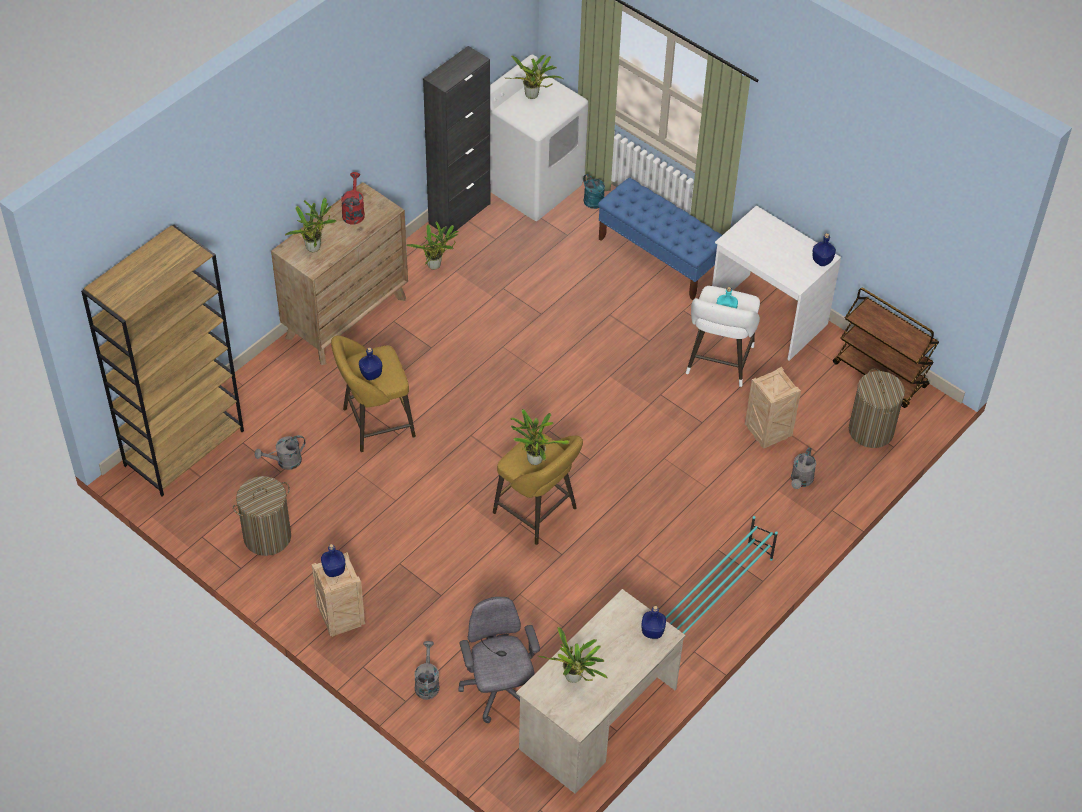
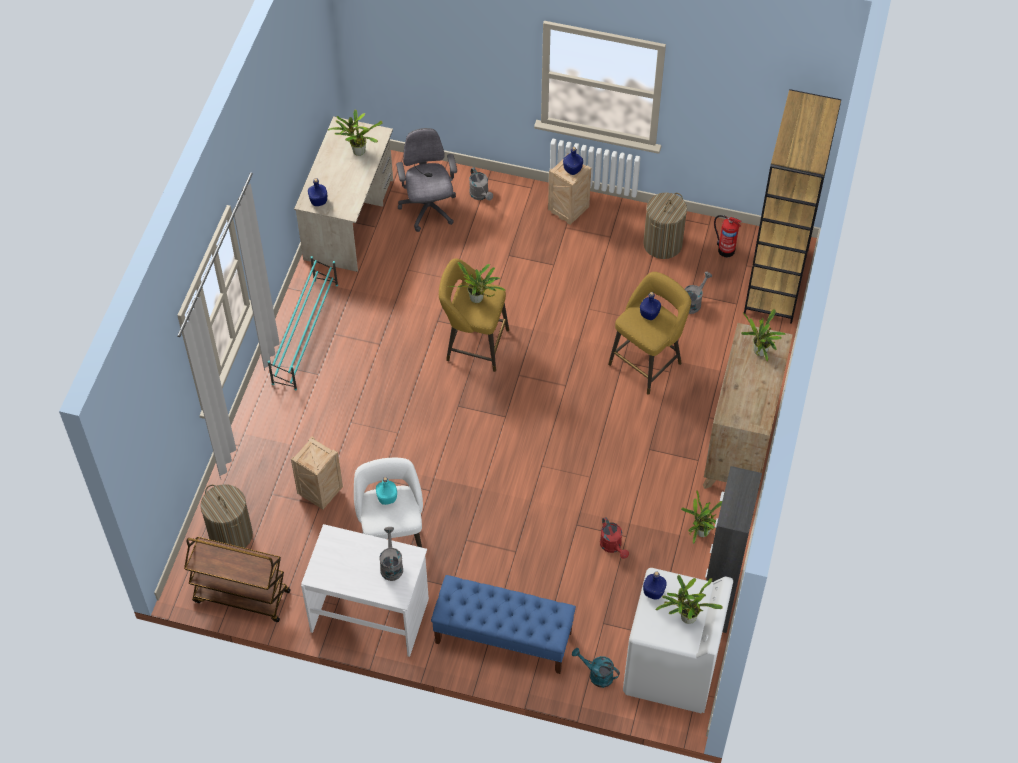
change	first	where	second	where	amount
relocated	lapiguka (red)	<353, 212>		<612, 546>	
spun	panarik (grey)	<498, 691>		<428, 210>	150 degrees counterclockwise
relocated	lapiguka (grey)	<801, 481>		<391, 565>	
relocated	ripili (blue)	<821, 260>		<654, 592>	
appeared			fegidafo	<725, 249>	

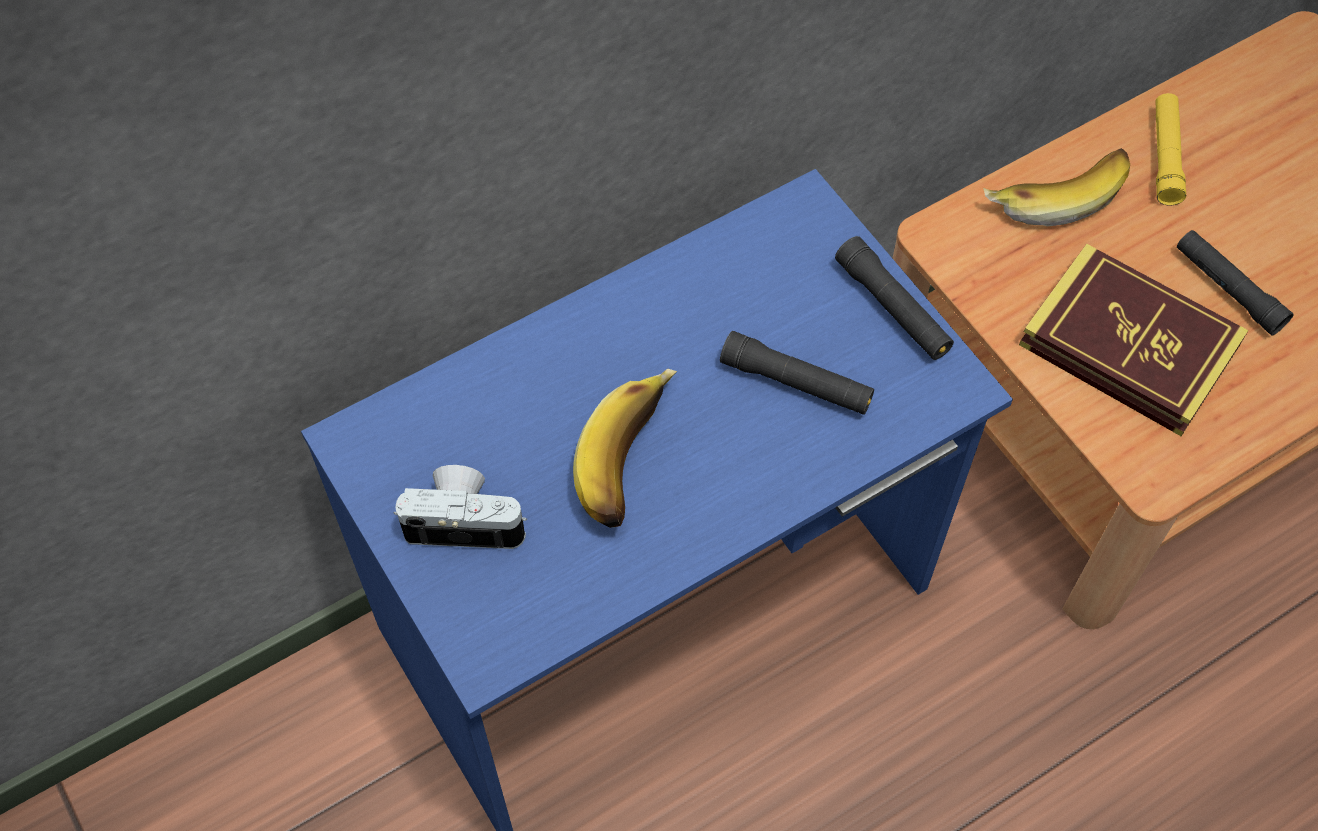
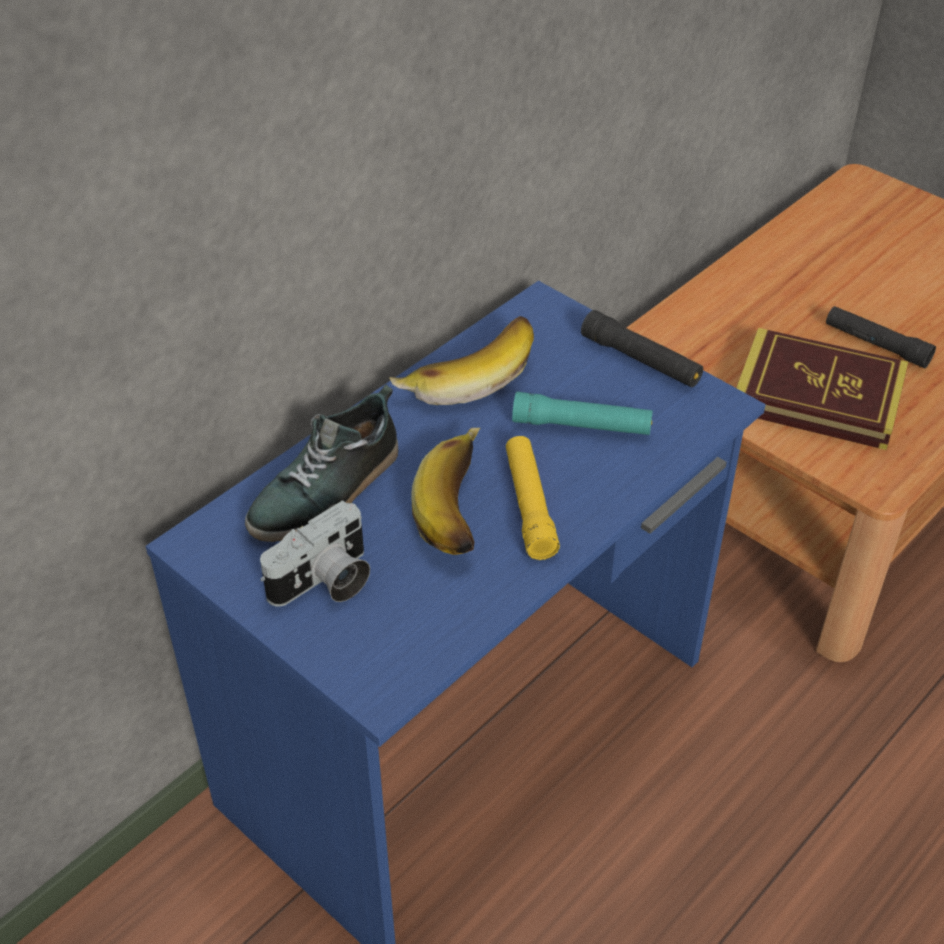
change	first	where	second	where	amount
spun	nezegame	<466, 520>		<325, 583>	150 degrees clockwise
colour	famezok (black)	<796, 383>	famezok (turquoise)	<582, 426>	
relocated	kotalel	<1054, 193>		<465, 375>	
relocated	famezok (yellow)	<1165, 156>		<529, 505>	
appeared			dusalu	<327, 490>	

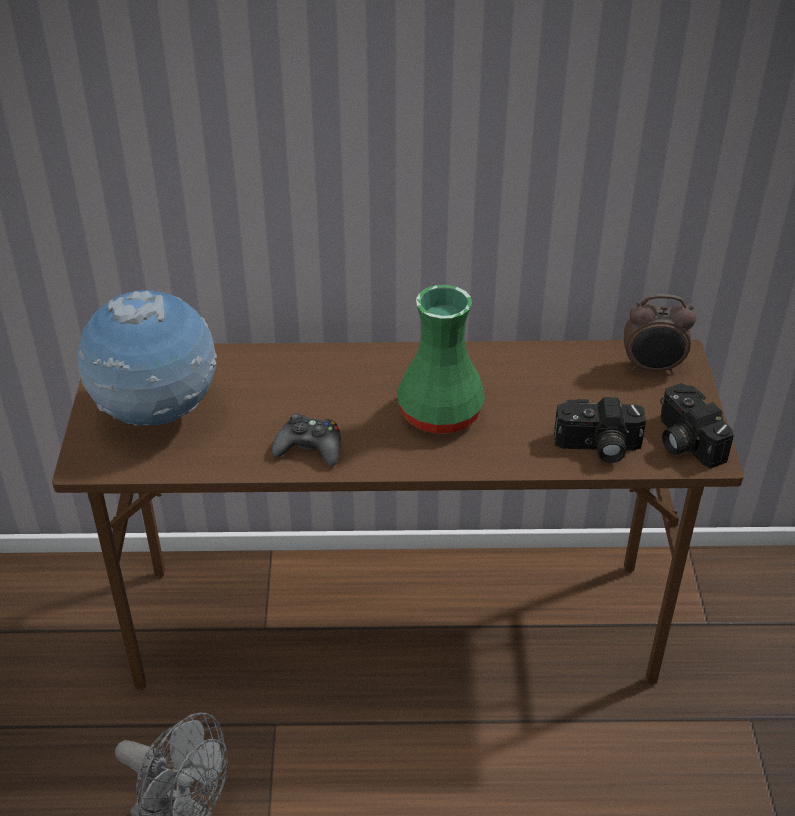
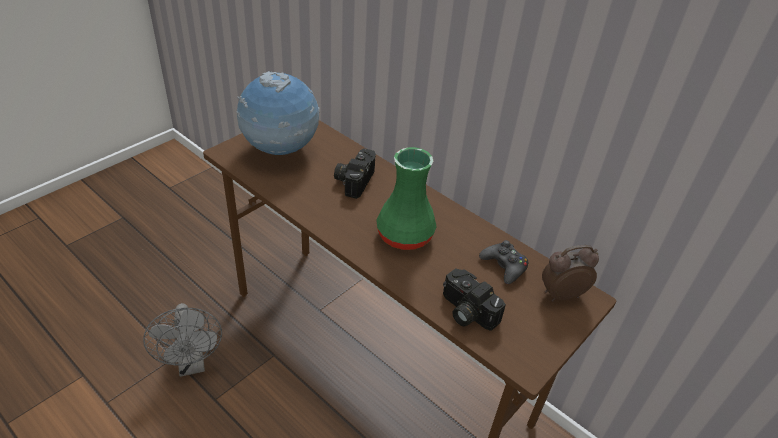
change	first	where	second	where	amount
relocated	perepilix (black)	<310, 448>		<504, 266>	
spun	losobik	<652, 368>		<560, 294>	120 degrees clockwise
relocated	nezegame	<684, 441>		<354, 180>	

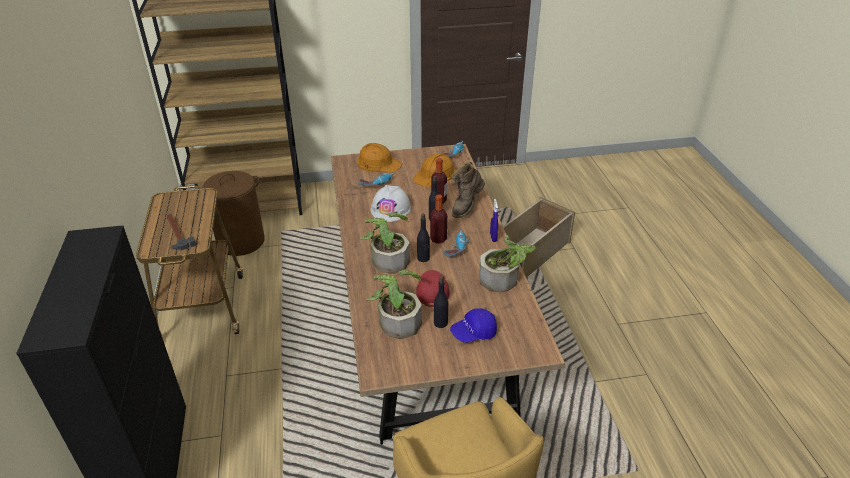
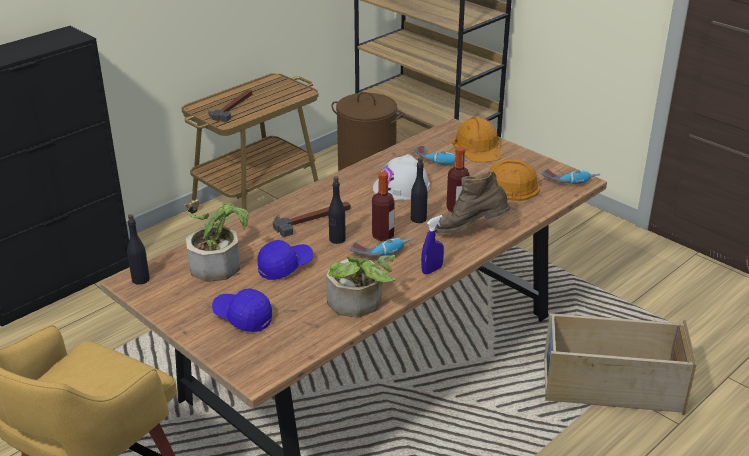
change	first	where	second	where	amount
exchanged	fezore	<388, 258>	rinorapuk	<312, 219>	
colour	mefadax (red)	<432, 292>	mefadax (blue)	<285, 266>	
relocated	ripili (black)	<440, 323>		<141, 279>	

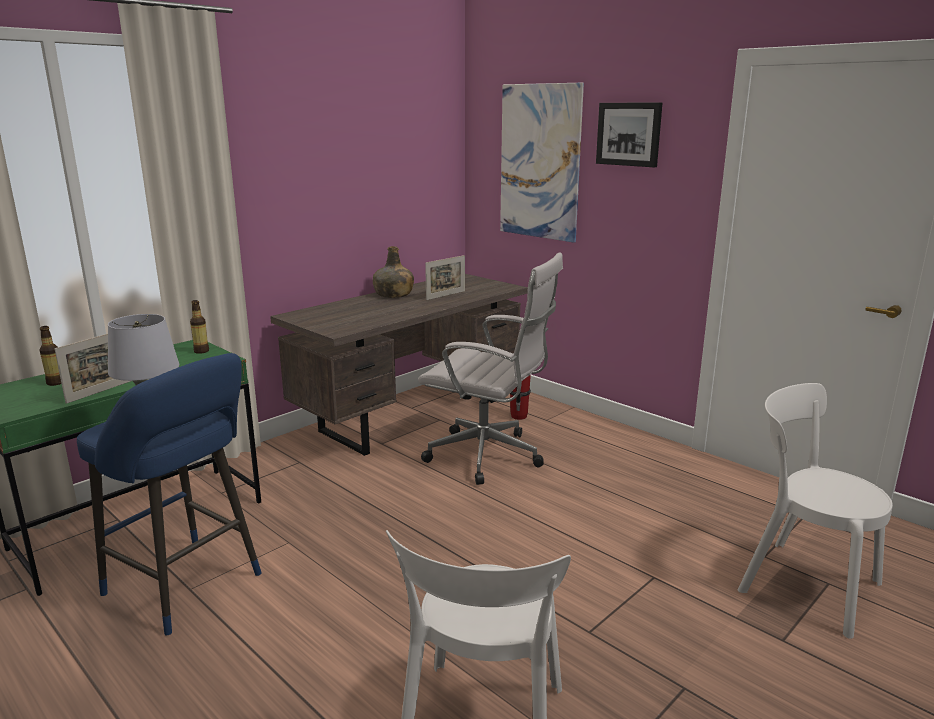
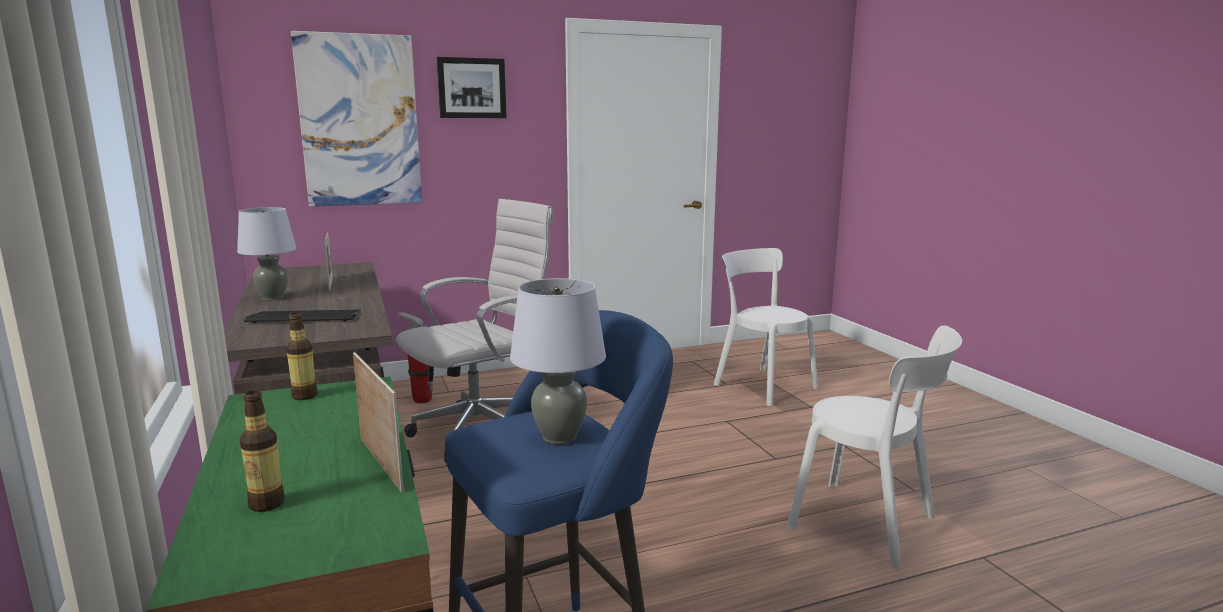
change	first	where	second	where	amount
exchanged	ripili (green)	<393, 295>	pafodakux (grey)	<273, 297>	
spun	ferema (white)	<802, 583>		<761, 384>	75 degrees clockwise
appeared			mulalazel	<305, 317>	

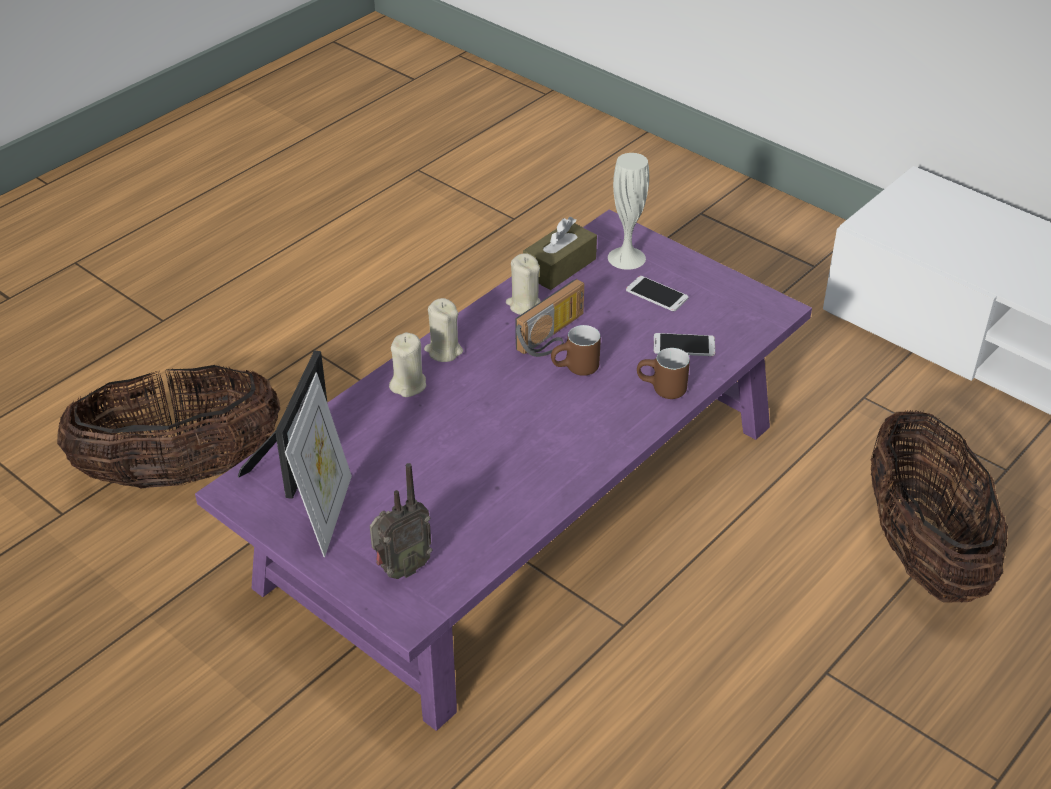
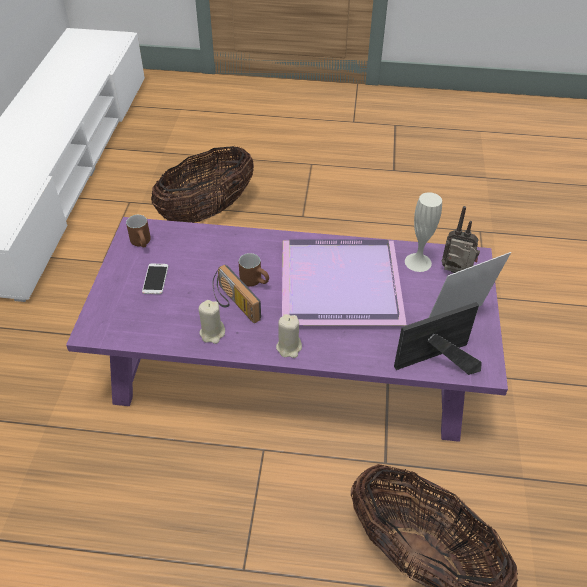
change	first	where	second	where	amount
missing	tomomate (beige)	<408, 385>			
spun	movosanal	<554, 337>		<233, 304>	135 degrees counterclockwise
missing	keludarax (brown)	<559, 267>			
relocated	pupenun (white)	<626, 258>		<418, 262>	
relocated	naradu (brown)	<661, 390>		<143, 243>	
missing	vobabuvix	<684, 345>			
appeared			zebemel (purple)	<338, 282>	

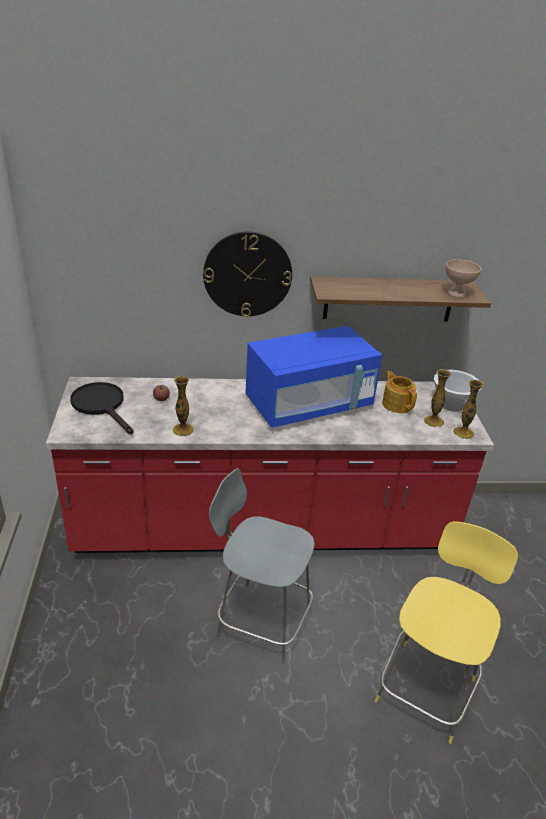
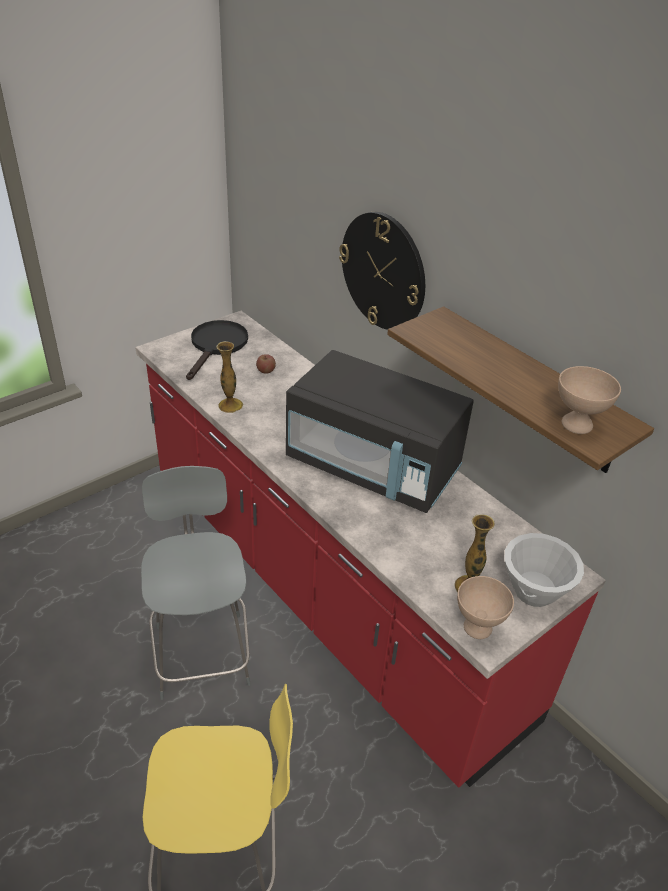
change	first	where	second	where	amount
colour	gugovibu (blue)	<309, 405>	gugovibu (black)	<373, 467>	
missing	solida	<397, 404>			
exchanged	pupenun	<463, 433>	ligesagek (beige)	<478, 627>	

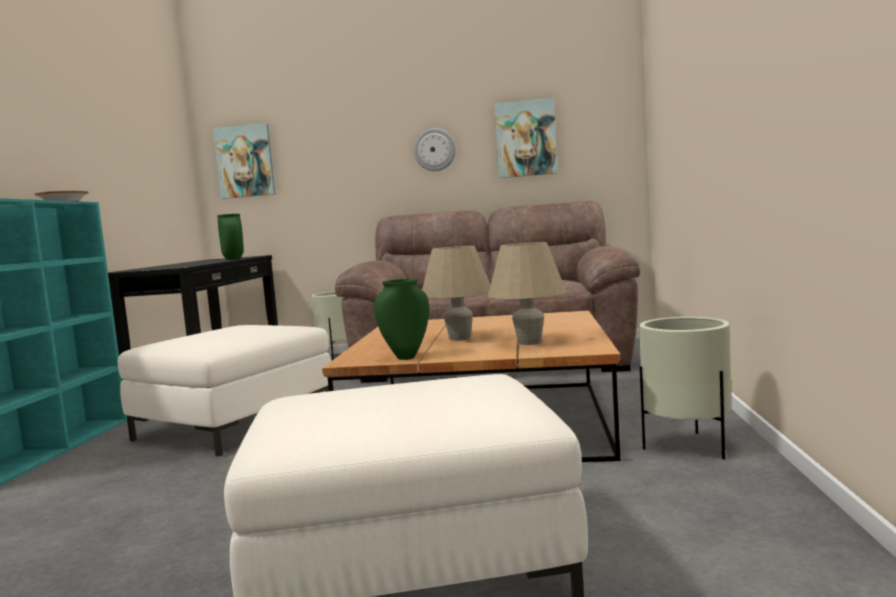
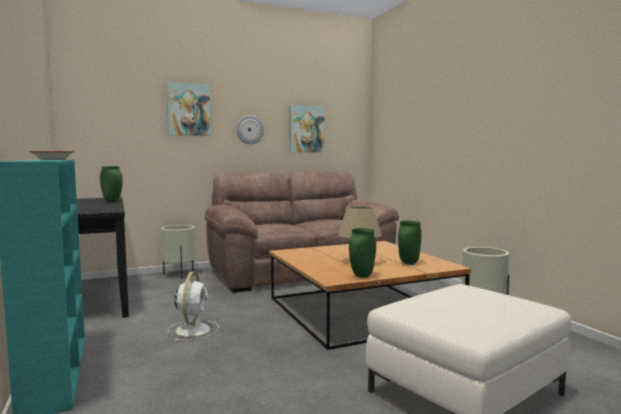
change	first	where	second	where	amount
exchanged	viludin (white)	<237, 423>	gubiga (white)	<193, 329>	
relocated	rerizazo	<245, 161>		<188, 109>	
exchanged	pafodakux (beige)	<529, 342>	pupenun (green)	<408, 263>	

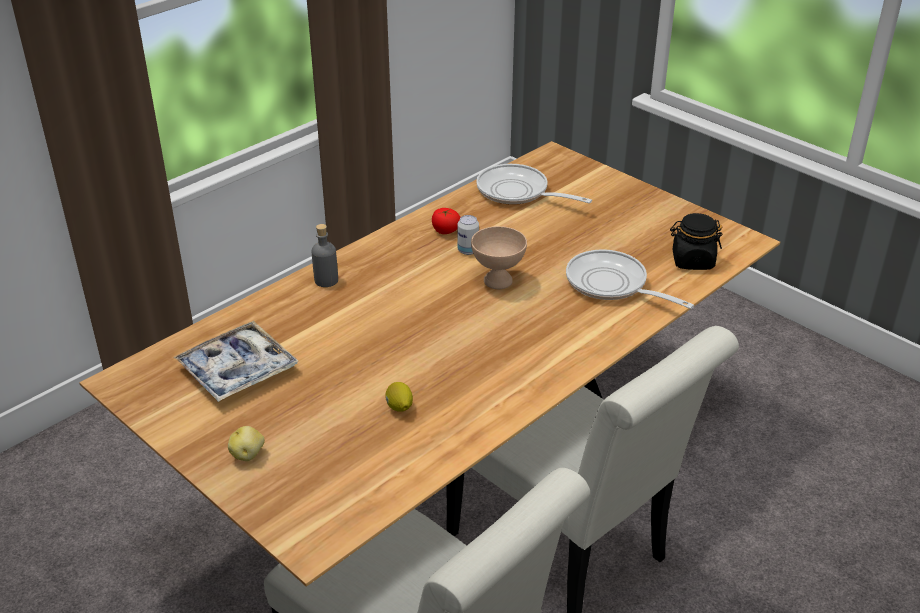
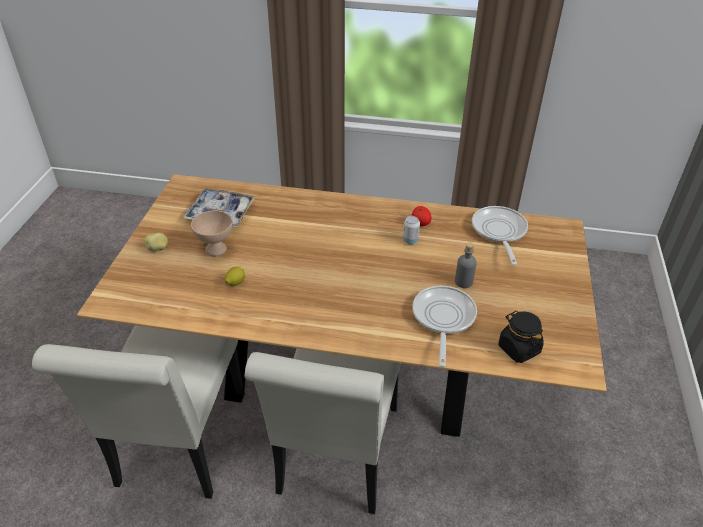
change	first	where	second	where	amount
relocated	ripili (grey)	<326, 280>		<463, 282>	
relocated	ligesagek (beige)	<497, 281>		<216, 249>	

